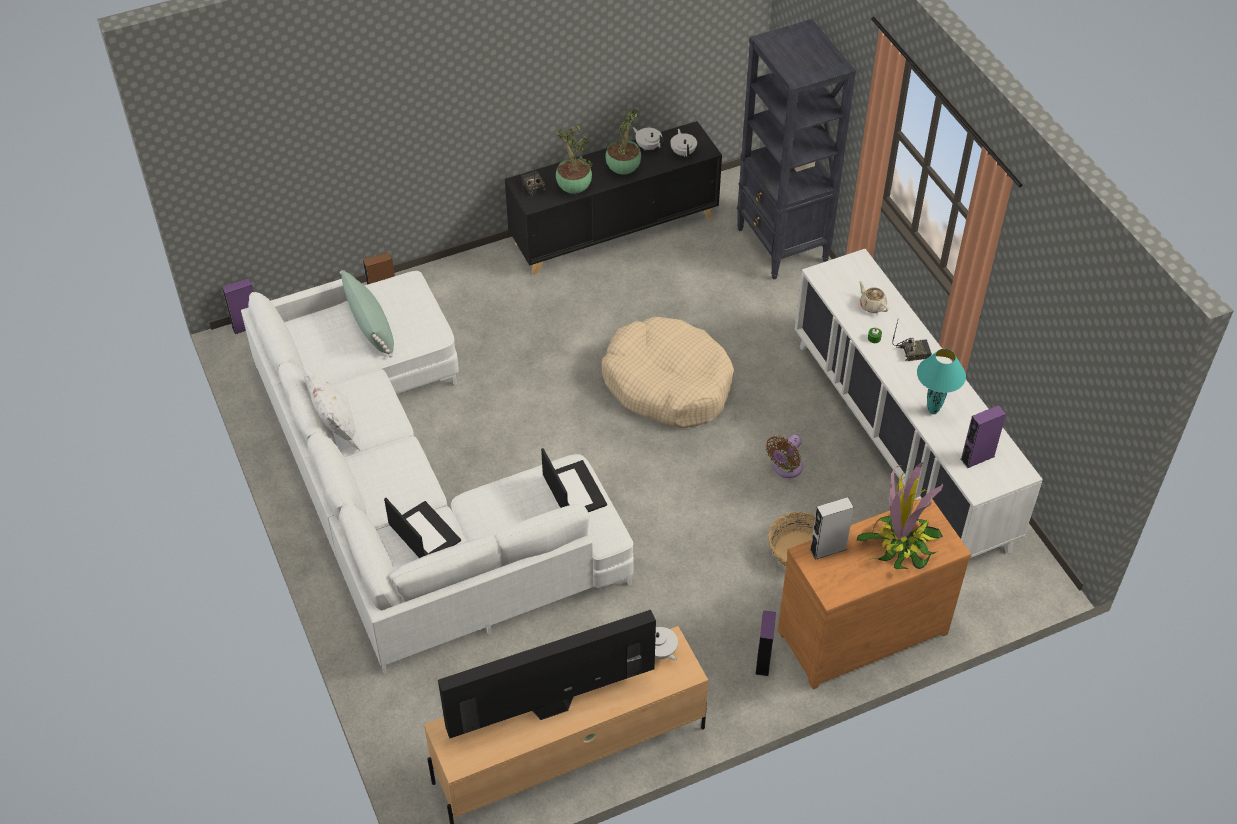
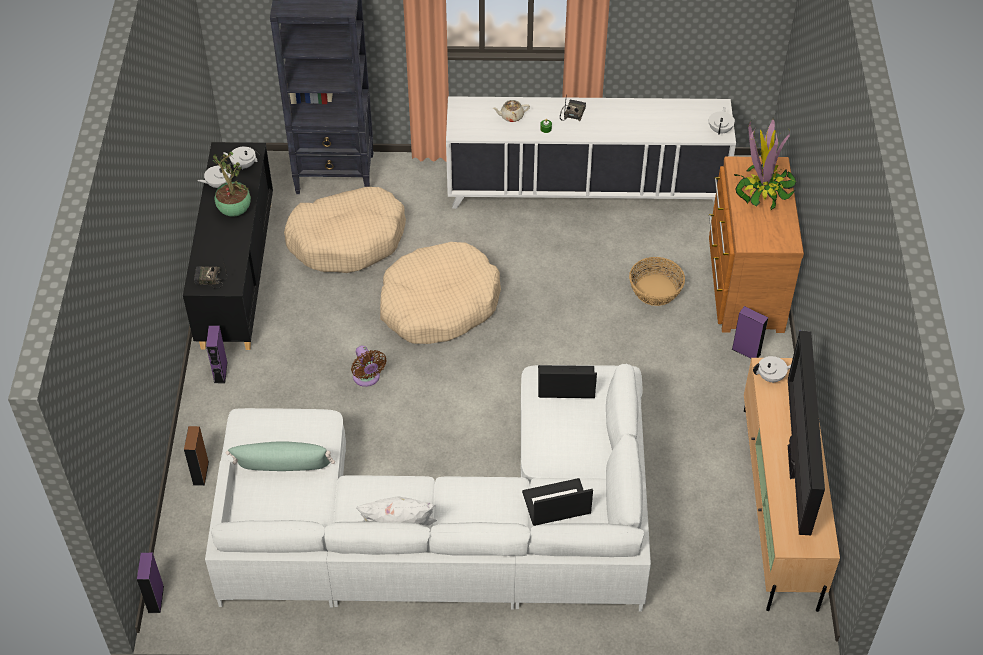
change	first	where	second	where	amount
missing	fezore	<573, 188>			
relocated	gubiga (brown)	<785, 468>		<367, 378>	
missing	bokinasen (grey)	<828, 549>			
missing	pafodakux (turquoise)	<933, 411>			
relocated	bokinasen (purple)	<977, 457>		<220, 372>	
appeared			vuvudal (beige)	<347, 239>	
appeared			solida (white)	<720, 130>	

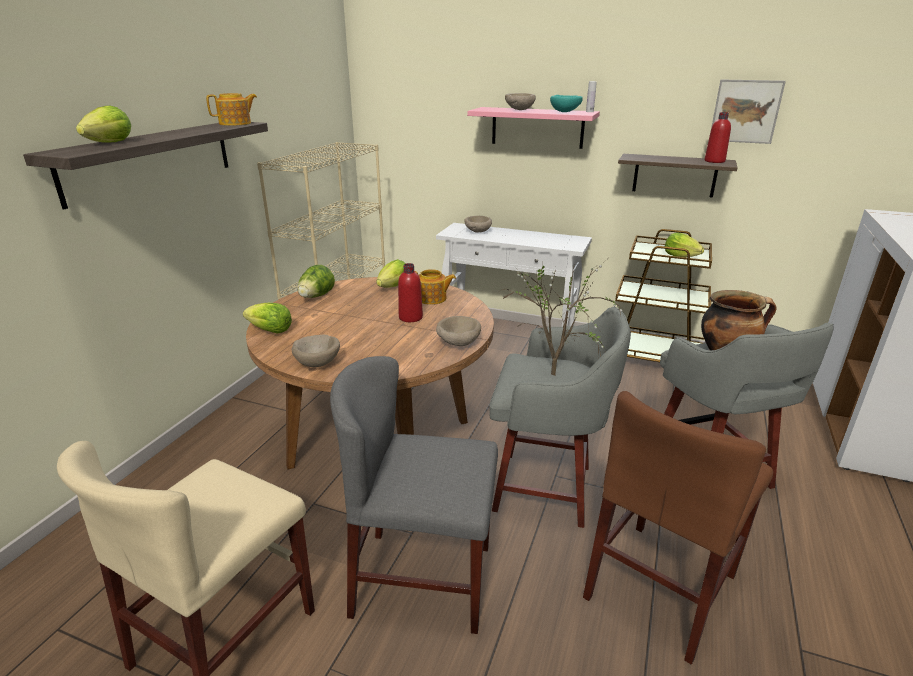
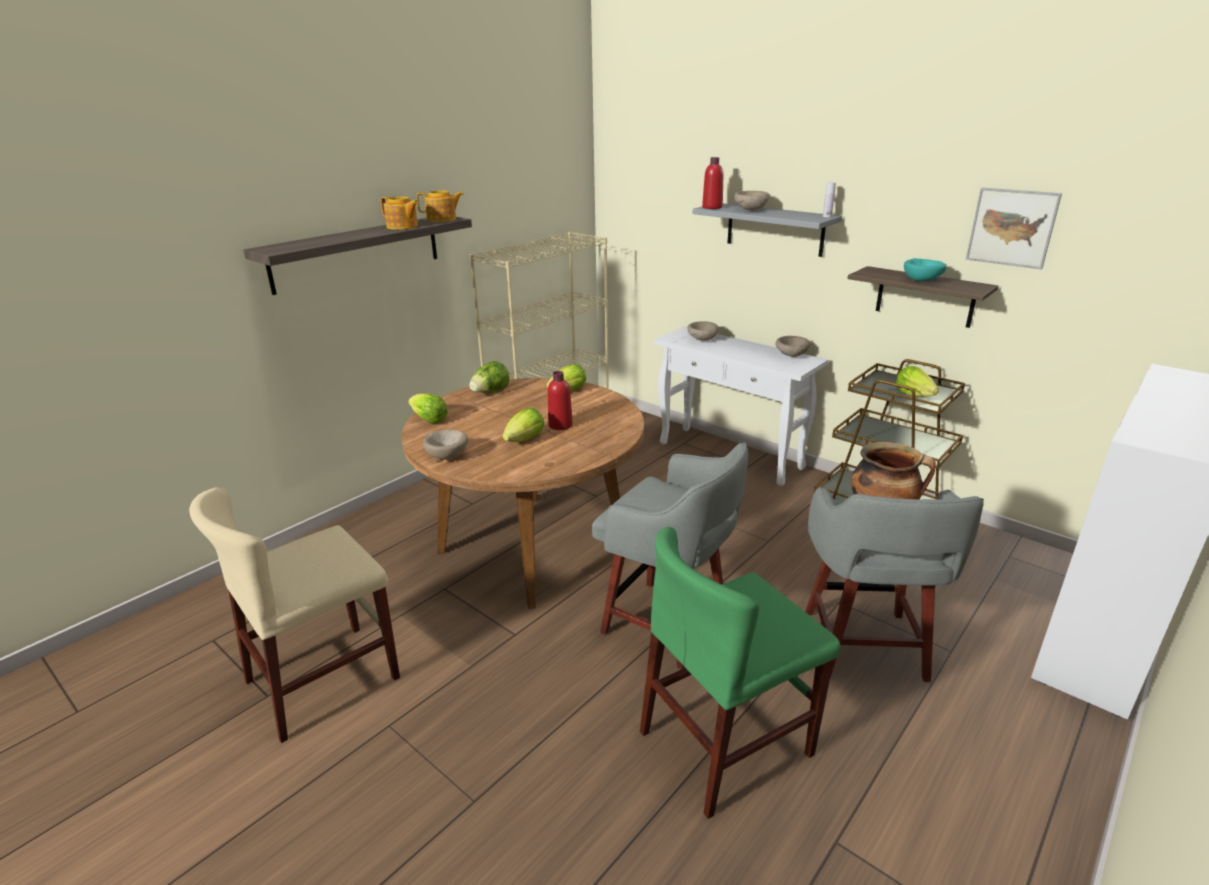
change	first	where	second	where	amount
relocated	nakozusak	<110, 143>		<525, 440>	
missing	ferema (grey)	<423, 580>			
relocated	solida	<432, 299>		<402, 227>	
relocated	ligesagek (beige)	<457, 343>		<790, 355>	
colour	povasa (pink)	<537, 127>	povasa (grey)	<774, 229>	
missing	fezore	<553, 376>			
relocated	ligesagek (turquoise)	<565, 112>		<922, 281>	
colour	ferema (brown)	<661, 586>	ferema (green)	<726, 743>	
relocated	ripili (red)	<714, 161>		<712, 207>	

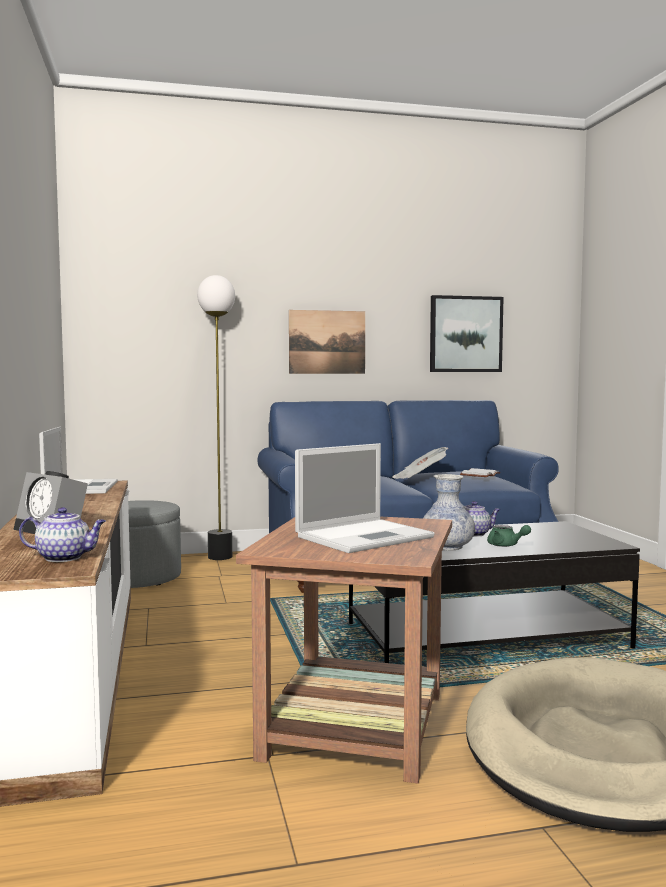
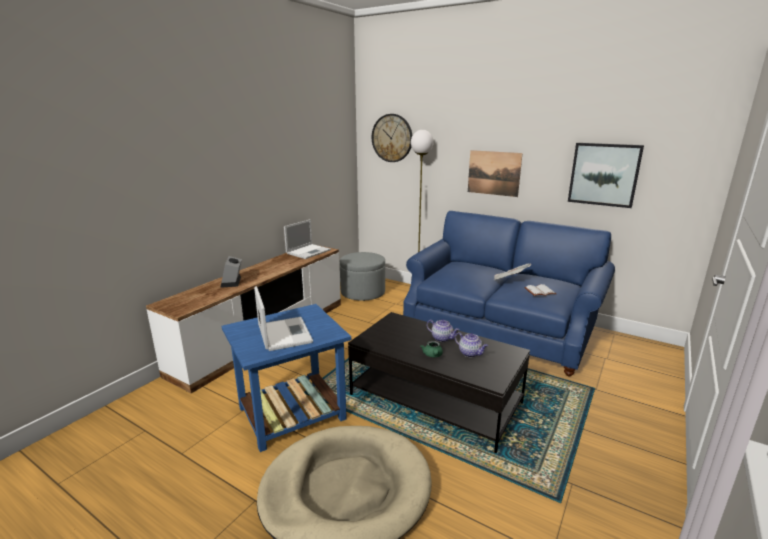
change	first	where	second	where	amount
relocated	solida	<65, 557>		<470, 353>	
colour	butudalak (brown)	<355, 723>	butudalak (blue)	<293, 412>	
spun	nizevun	<366, 536>		<284, 333>	120 degrees counterclockwise
missing	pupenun	<447, 547>			
appeared			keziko	<392, 138>	

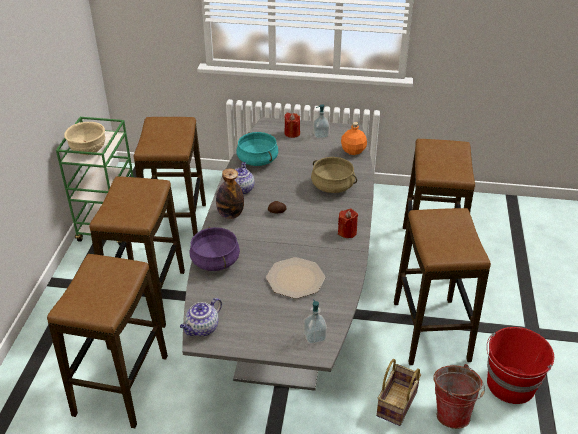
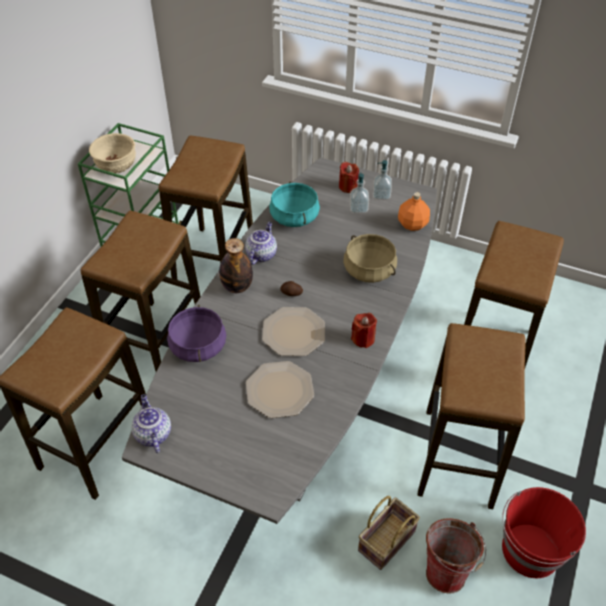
change	first	where	second	where	amount
spun	solida	<202, 329>		<152, 433>	105 degrees clockwise
relocated	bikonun	<314, 337>		<358, 208>	
appeared			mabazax	<294, 333>	

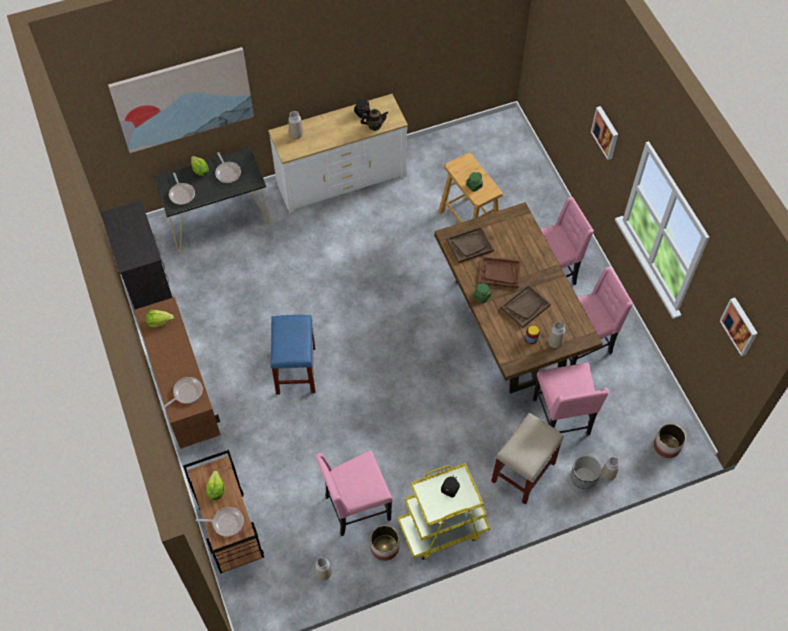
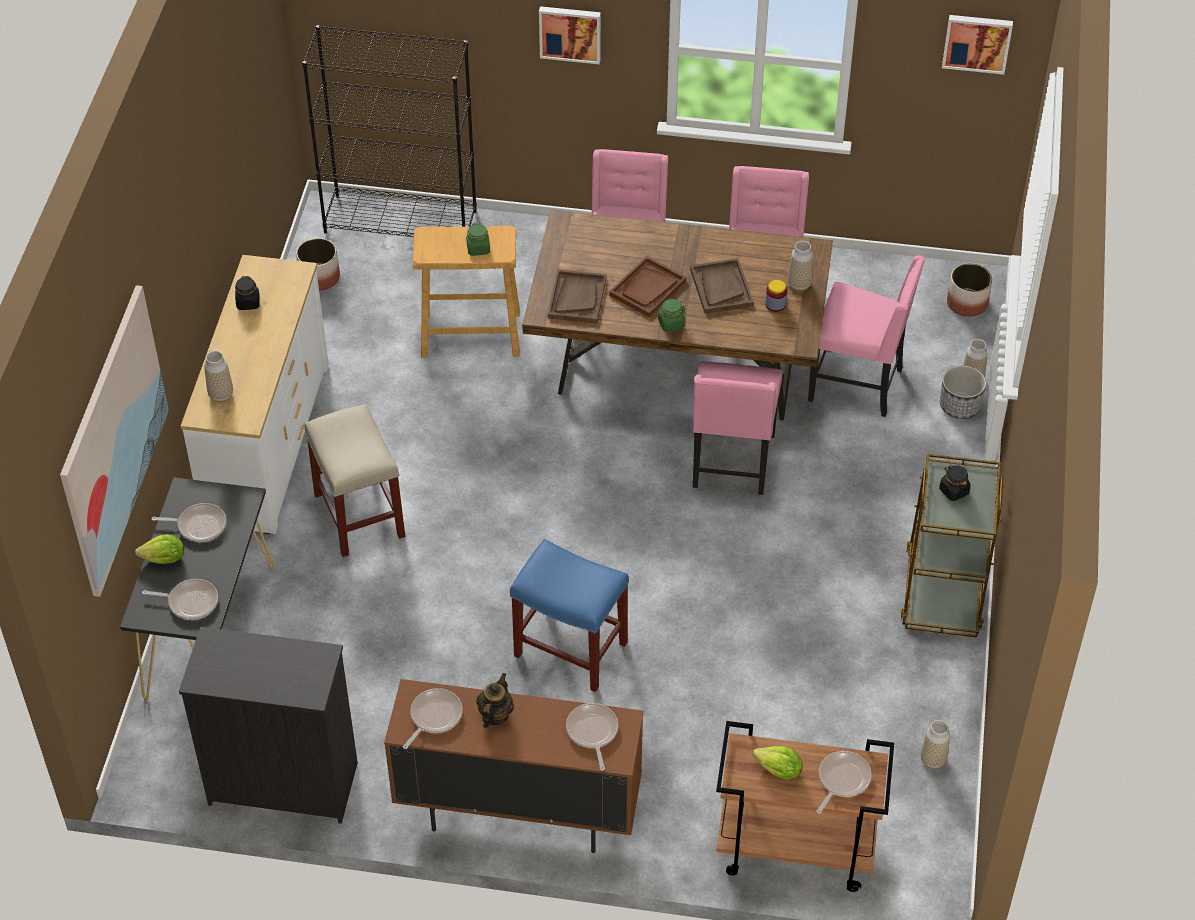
change	first	where	second	where	amount
exchanged	nakozusak	<159, 322>	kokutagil	<434, 717>	
relocated	ferema (pink)	<356, 507>		<731, 463>	
relocated	solida	<374, 126>		<495, 715>	
relocated	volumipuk	<385, 547>		<319, 277>	
colour	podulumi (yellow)	<442, 528>	podulumi (brown)	<943, 590>	
relocated	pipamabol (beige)	<523, 471>		<358, 514>	
appeared			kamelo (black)	<401, 221>	

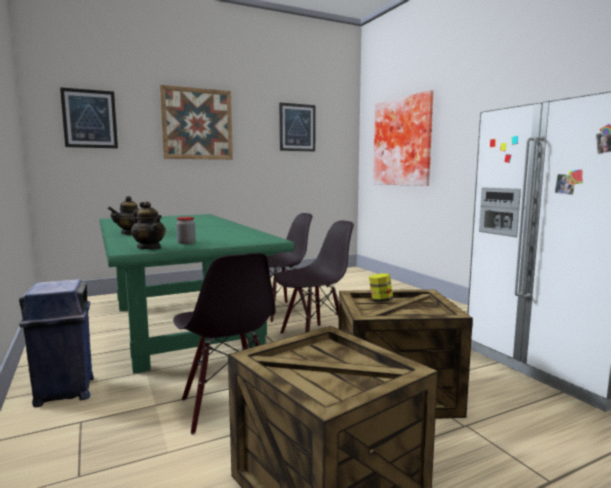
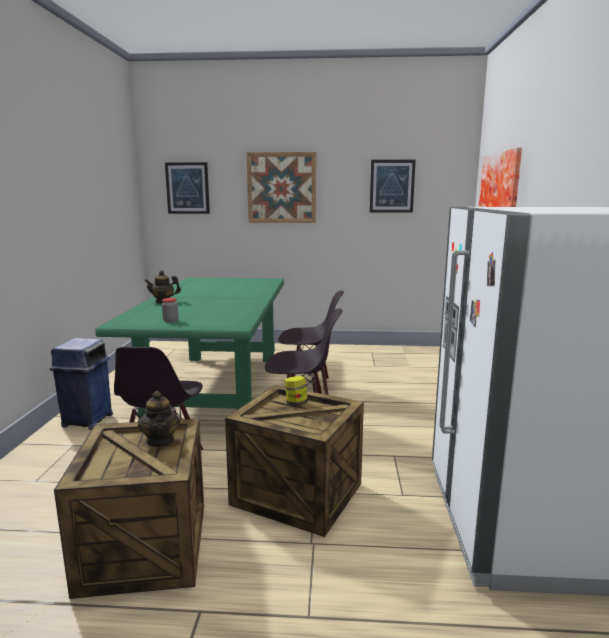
change	first	where	second	where	amount
relocated	solida	<149, 248>		<161, 441>	

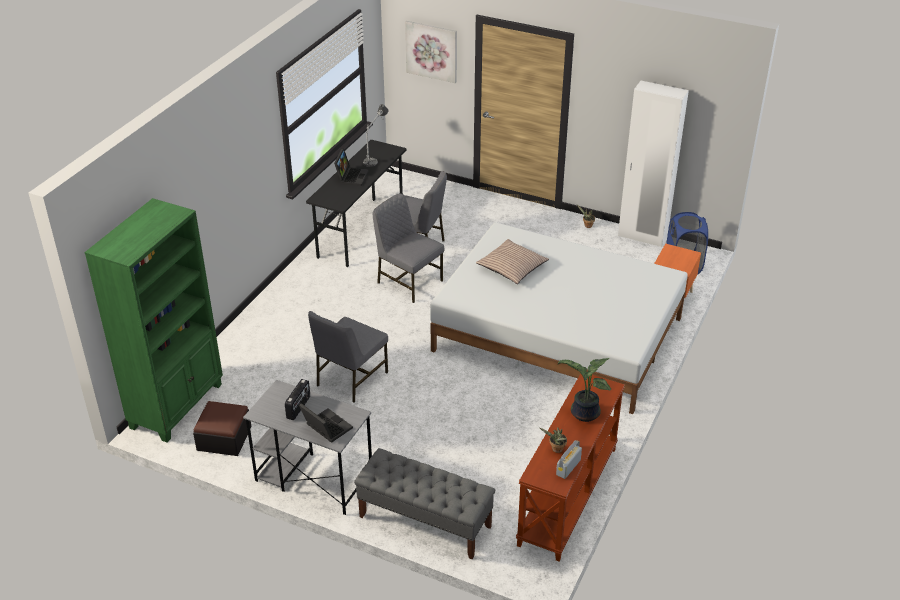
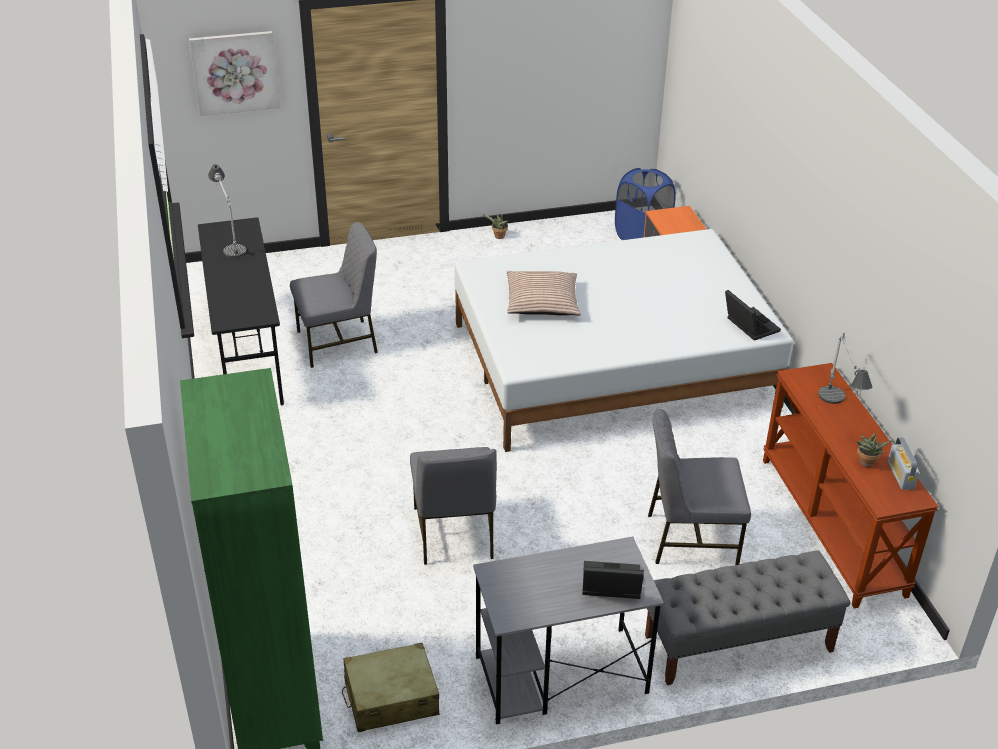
change	first	where	second	where	amount
exchanged	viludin	<224, 438>	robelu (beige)	<390, 698>	
missing	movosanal	<299, 407>			
relocated	nizevun	<351, 176>		<748, 325>	
relocated	ferema (grey)	<408, 282>		<690, 538>	
exchanged	fezore	<583, 414>	pafodakux	<838, 413>	
missing	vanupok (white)	<642, 237>			

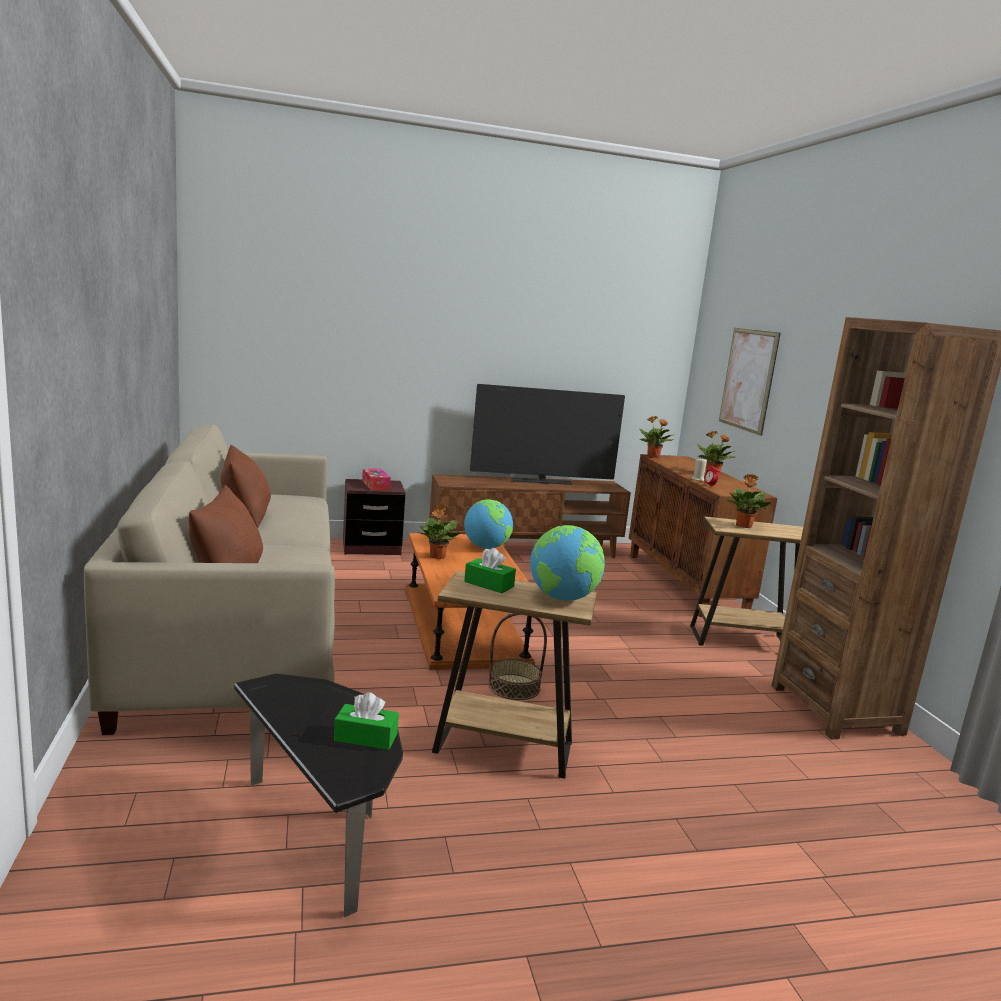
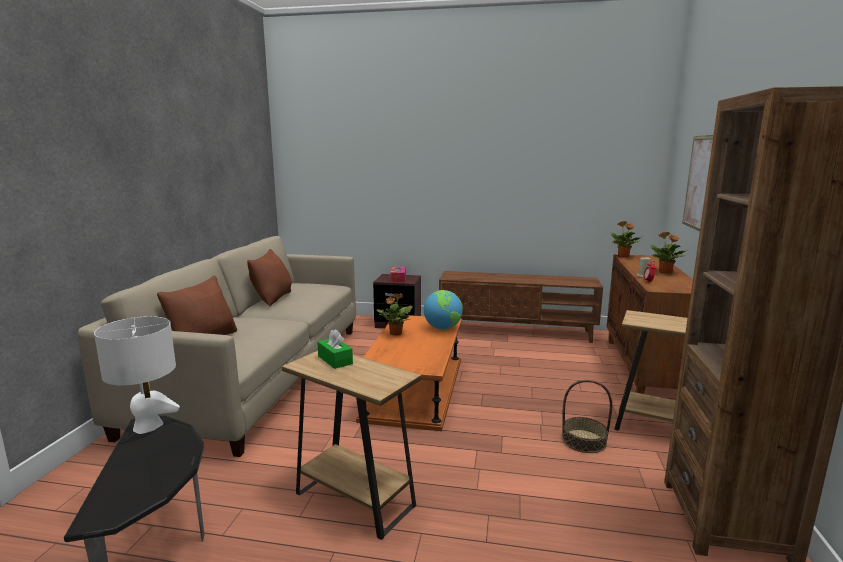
change	first	where	second	where	amount
missing	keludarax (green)	<366, 737>			
missing	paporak	<541, 481>			
relocated	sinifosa	<514, 687>		<584, 441>	
missing	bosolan	<563, 598>			
missing	fezore	<743, 526>			
appeared			pafodakux (white)	<148, 426>	

